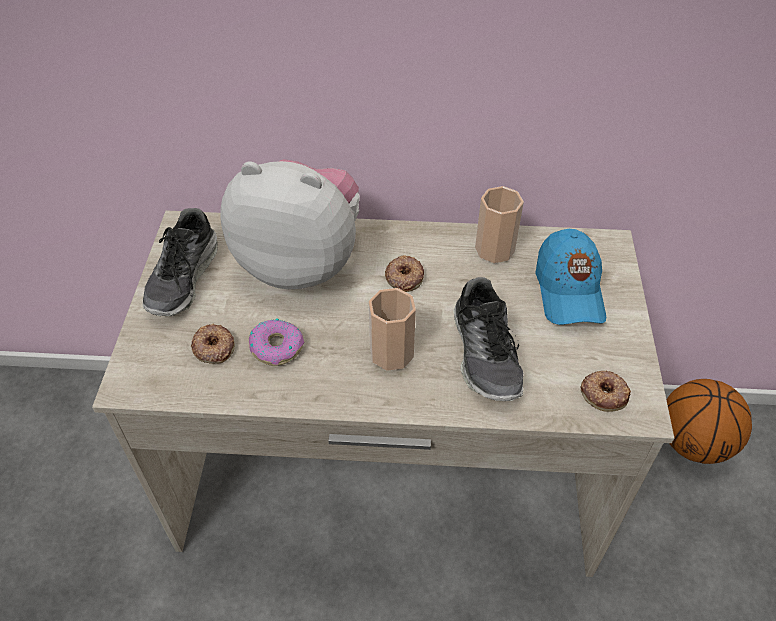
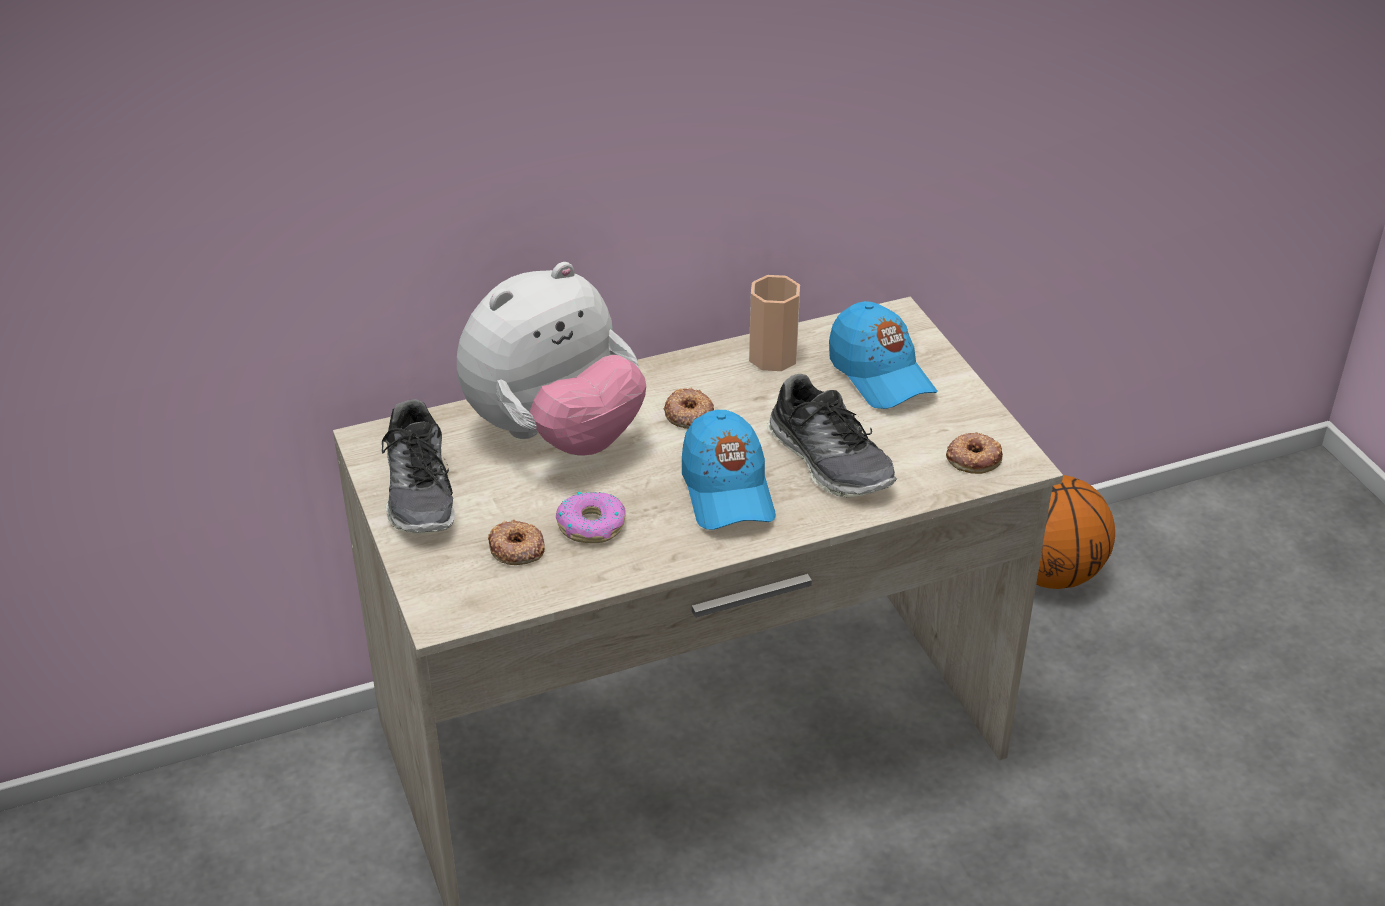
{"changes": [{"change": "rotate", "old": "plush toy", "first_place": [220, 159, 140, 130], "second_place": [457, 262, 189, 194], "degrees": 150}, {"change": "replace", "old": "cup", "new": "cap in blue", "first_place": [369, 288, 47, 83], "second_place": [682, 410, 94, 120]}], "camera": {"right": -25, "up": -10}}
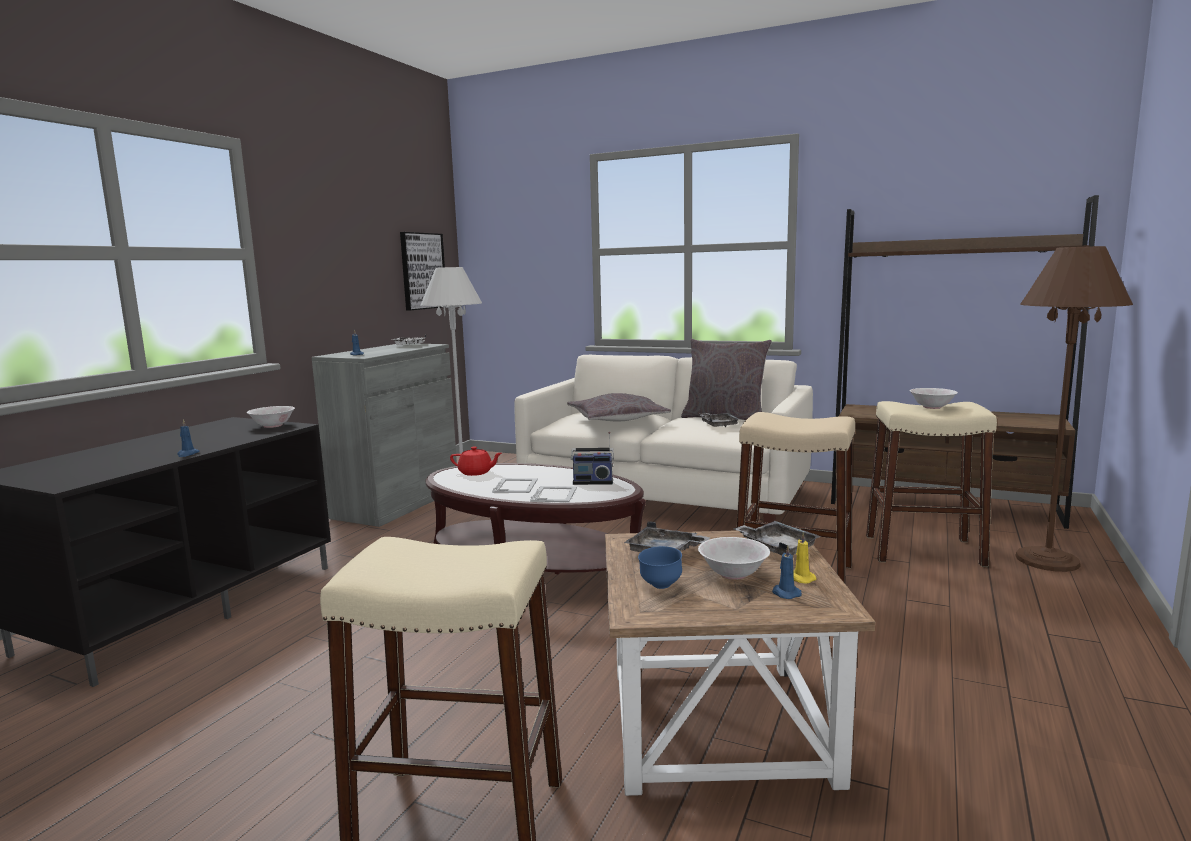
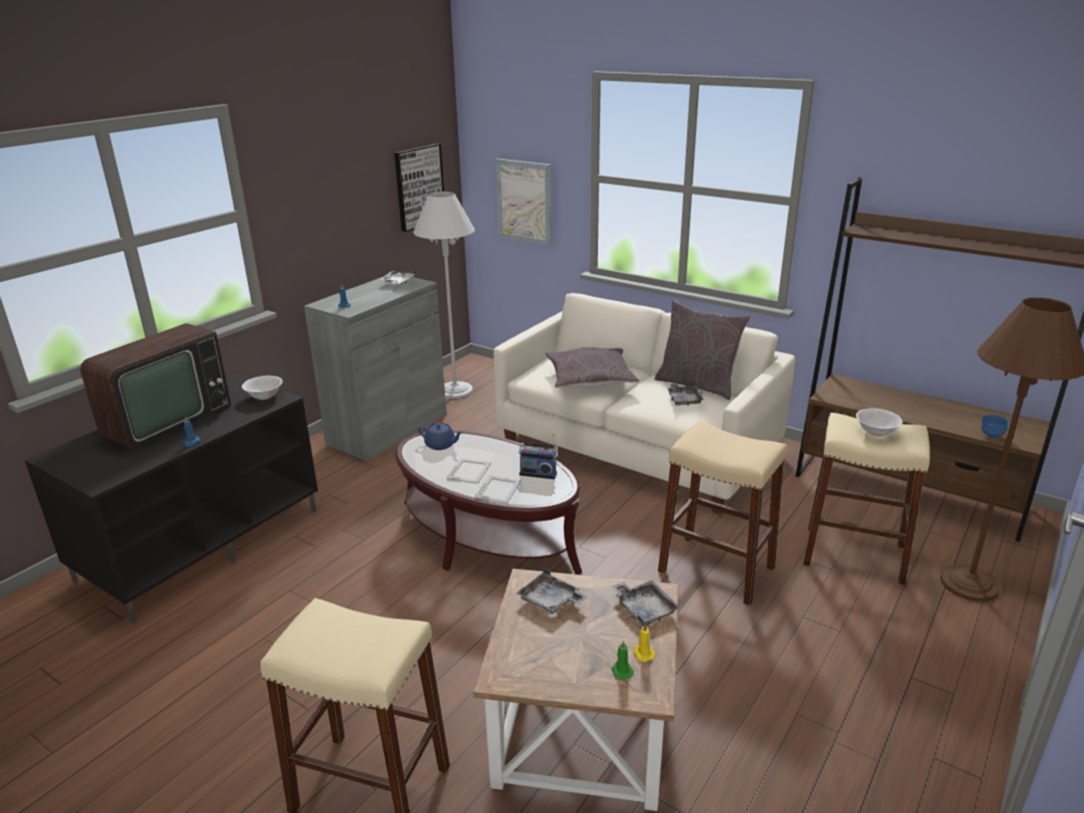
{"changes": [{"change": "recolor", "old": "teapot in red", "new": "teapot in blue", "first_place": [450, 446, 52, 30], "second_place": [418, 423, 45, 27]}, {"change": "move", "old": "bowl in blue", "first_place": [638, 546, 44, 43], "second_place": [981, 414, 28, 24]}, {"change": "delete", "old": "bowl in white", "first_place": [698, 537, 72, 43]}, {"change": "recolor", "old": "candle in blue", "new": "candle in green", "first_place": [772, 545, 30, 54], "second_place": [612, 640, 22, 40]}, {"change": "insert", "new": "television", "second_place": [80, 323, 151, 126]}, {"change": "insert", "new": "picture", "second_place": [496, 159, 56, 87]}], "camera": {"right": 10, "up": 15}}
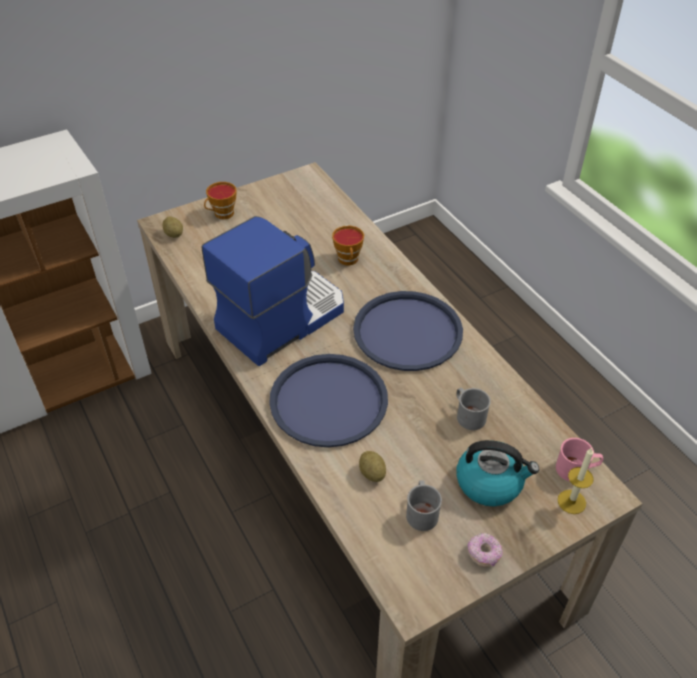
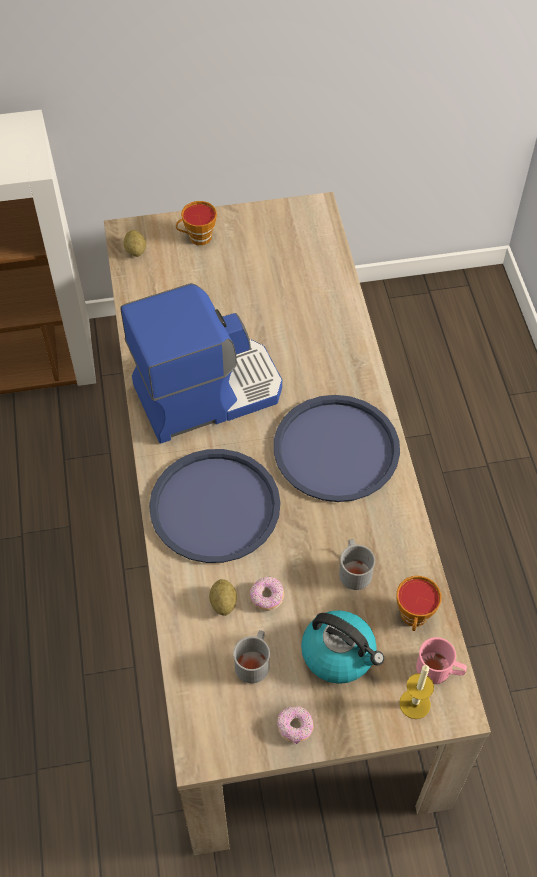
{"changes": [{"change": "move", "old": "cup", "first_place": [332, 226, 32, 39], "second_place": [396, 576, 46, 55]}, {"change": "insert", "new": "donut", "second_place": [250, 577, 34, 34]}], "camera": {"right": 20, "up": 10}}
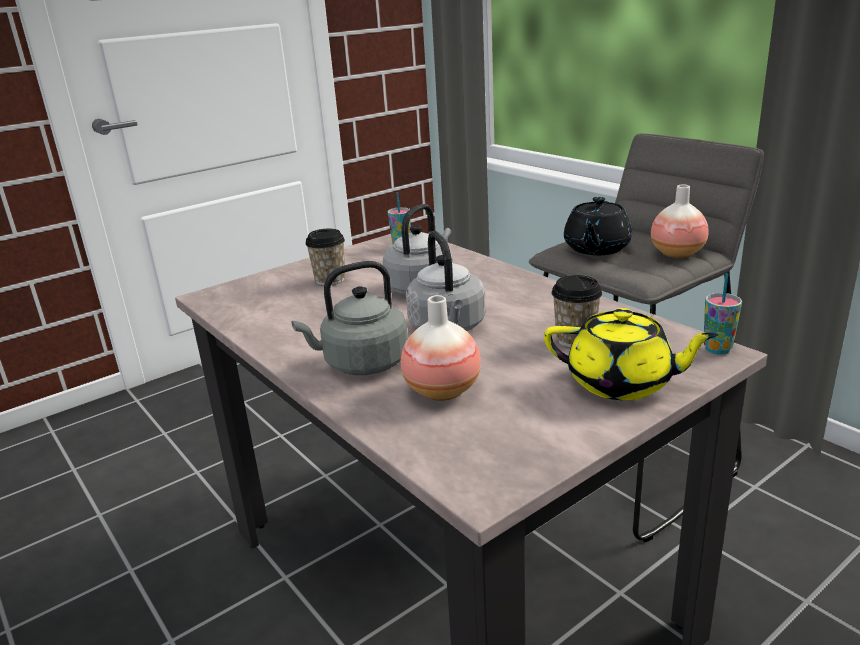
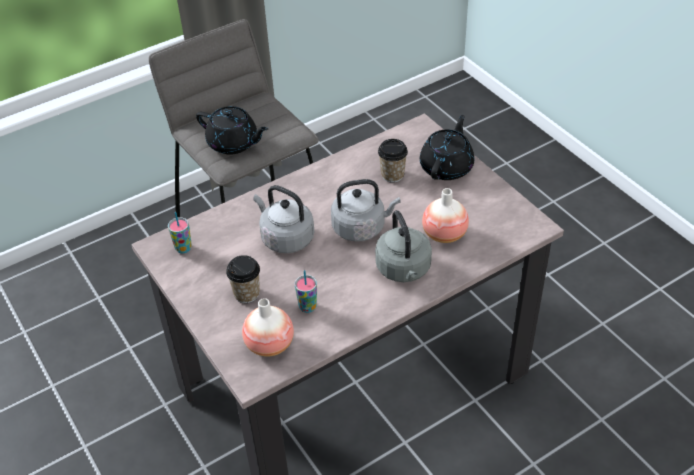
{"changes": [{"change": "recolor", "old": "teapot in yellow", "new": "teapot in black", "first_place": [544, 308, 174, 92], "second_place": [420, 115, 54, 65]}, {"change": "move", "old": "vase", "first_place": [651, 185, 58, 73], "second_place": [242, 298, 52, 59]}, {"change": "move", "old": "cup", "first_place": [704, 273, 38, 82], "second_place": [295, 270, 22, 43]}], "camera": {"right": -85, "up": 20}}
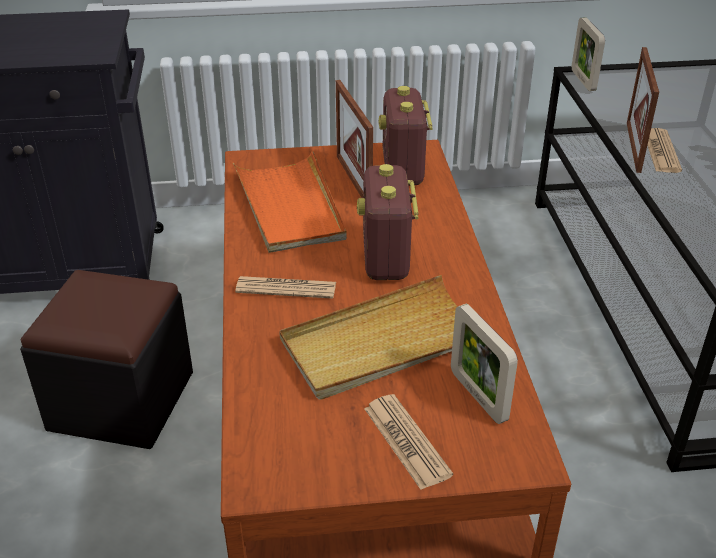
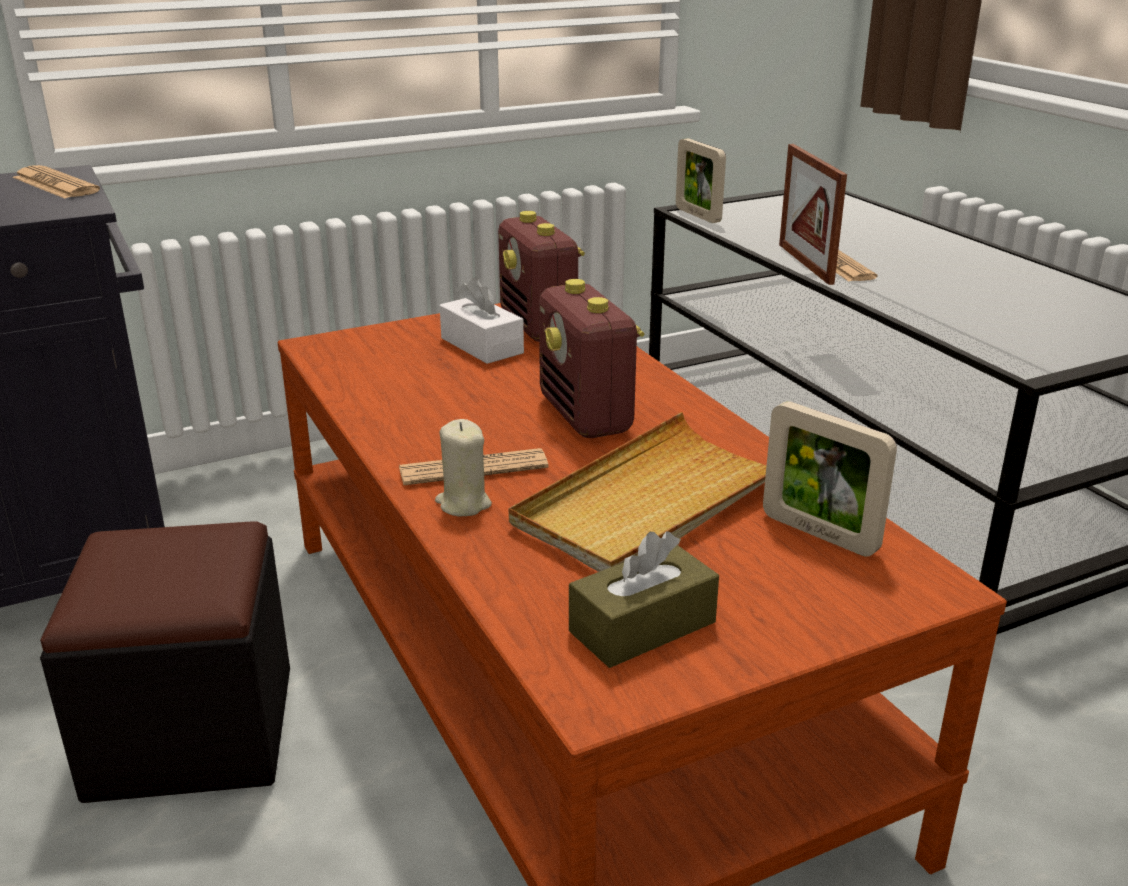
{"changes": [{"change": "delete", "old": "tray in orange", "first_place": [233, 151, 114, 102]}, {"change": "replace", "old": "picture frame", "new": "tissue box in white", "first_place": [336, 80, 37, 118], "second_place": [440, 277, 84, 87]}, {"change": "move", "old": "newspaper", "first_place": [364, 394, 89, 96], "second_place": [12, 165, 88, 34]}, {"change": "insert", "new": "candle in beige", "second_place": [435, 419, 57, 97]}, {"change": "insert", "new": "tissue box in brown", "second_place": [569, 531, 150, 137]}], "camera": {"right": -20, "up": -10}}
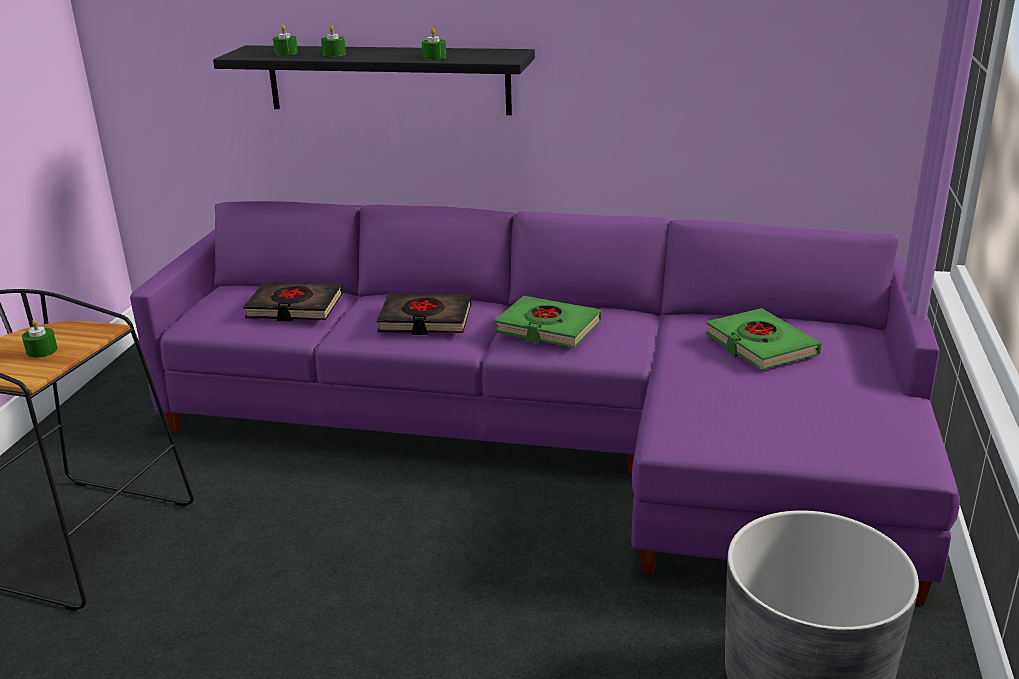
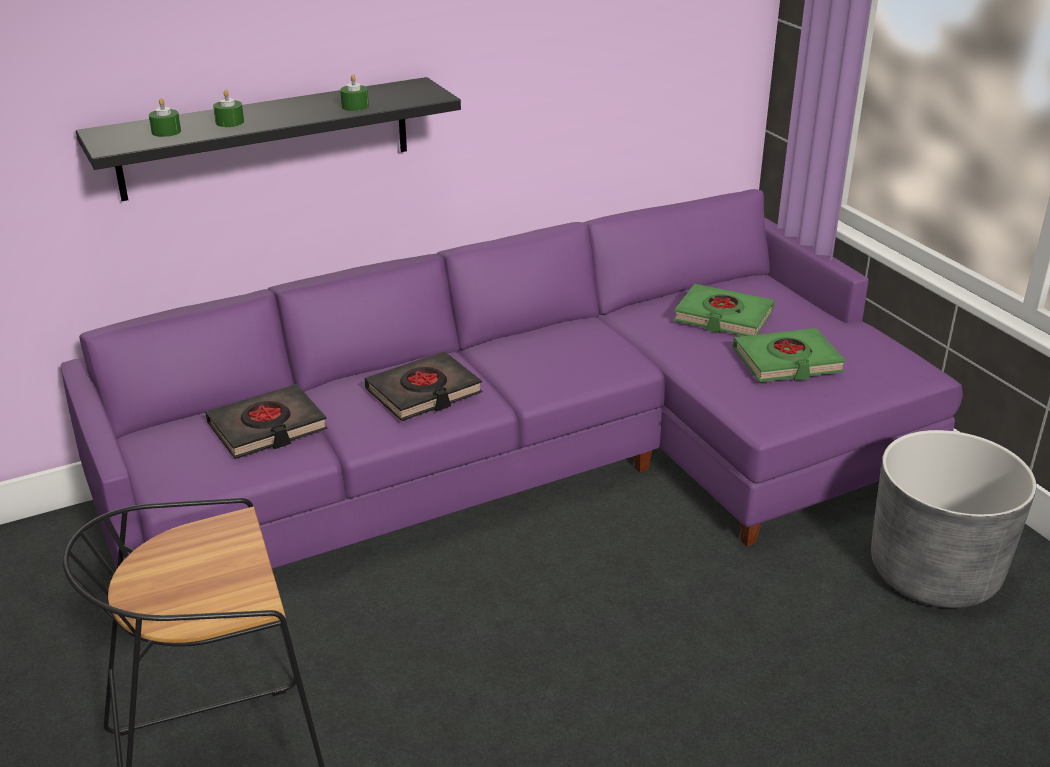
{"changes": [{"change": "delete", "old": "candle in green", "first_place": [22, 319, 36, 39]}, {"change": "move", "old": "book in green", "first_place": [494, 296, 108, 52], "second_place": [733, 328, 113, 54]}], "camera": {"right": -40, "up": 5}}
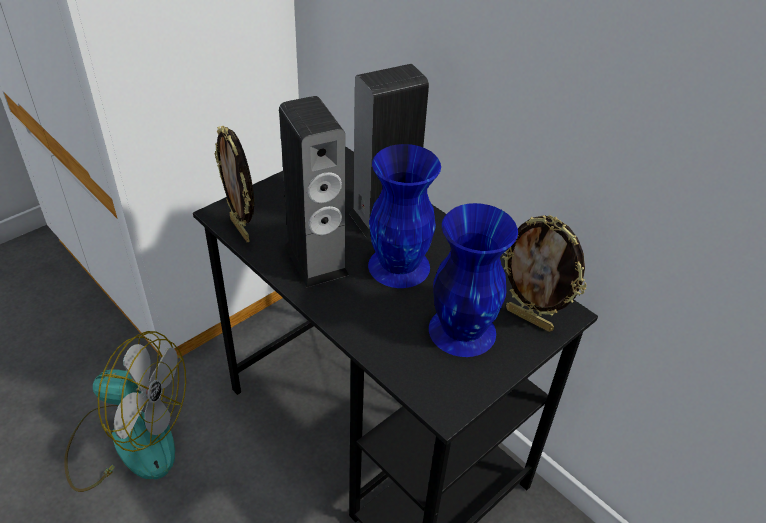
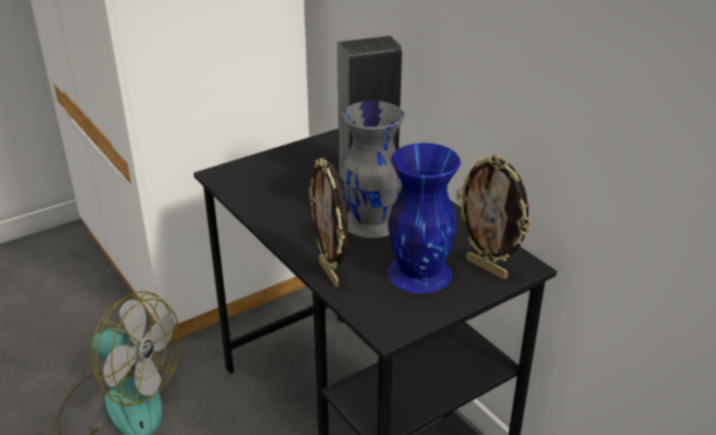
{"changes": [{"change": "move", "old": "picture frame", "first_place": [215, 126, 39, 116], "second_place": [309, 158, 39, 129]}, {"change": "delete", "old": "speaker", "first_place": [279, 96, 70, 191]}, {"change": "recolor", "old": "vase in blue", "new": "vase in grey", "first_place": [368, 144, 73, 144], "second_place": [342, 101, 63, 137]}], "camera": {"right": 10, "up": -10}}
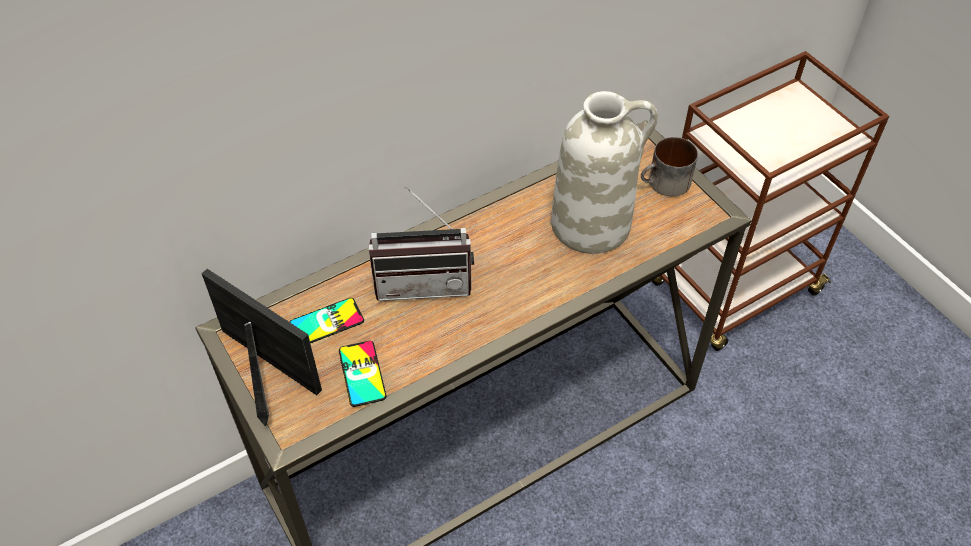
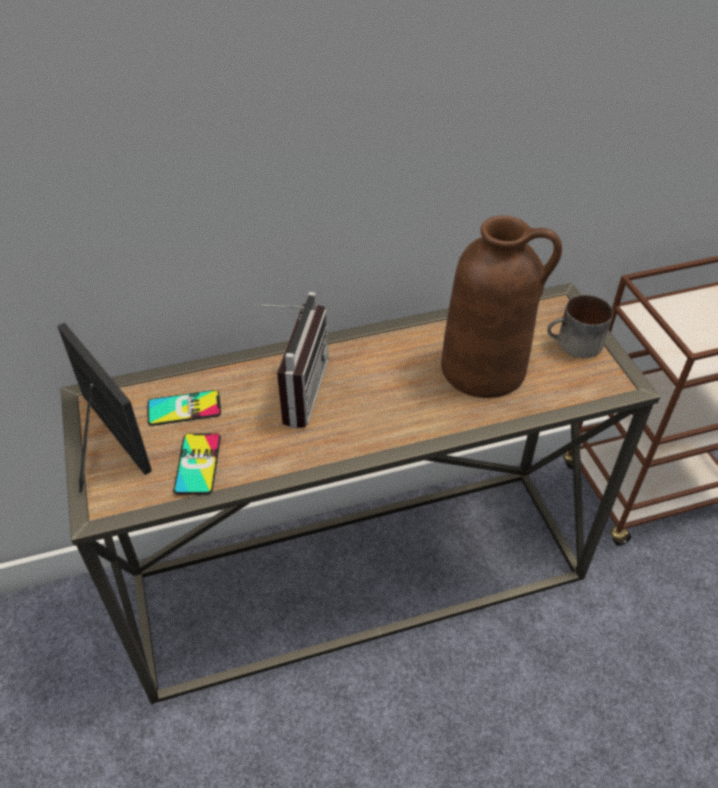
{"changes": [{"change": "rotate", "old": "radio", "first_place": [368, 186, 106, 115], "second_place": [254, 292, 74, 137], "degrees": -90}, {"change": "recolor", "old": "vase in white", "new": "vase in brown", "first_place": [551, 91, 107, 163], "second_place": [441, 215, 121, 183]}], "camera": {"right": 15, "up": -5}}
